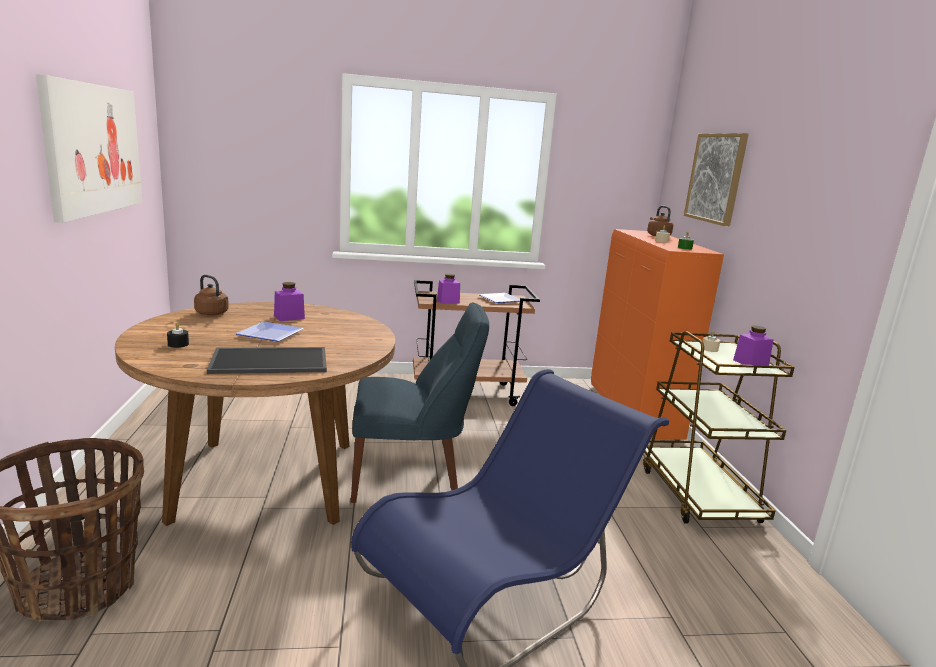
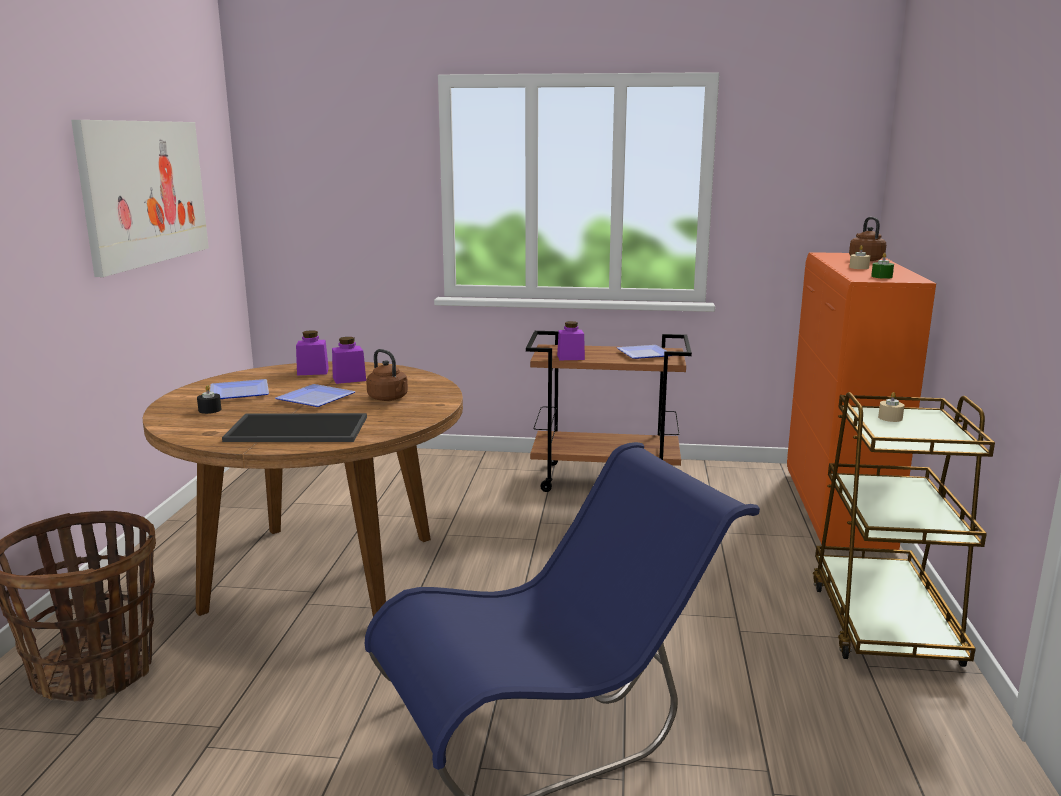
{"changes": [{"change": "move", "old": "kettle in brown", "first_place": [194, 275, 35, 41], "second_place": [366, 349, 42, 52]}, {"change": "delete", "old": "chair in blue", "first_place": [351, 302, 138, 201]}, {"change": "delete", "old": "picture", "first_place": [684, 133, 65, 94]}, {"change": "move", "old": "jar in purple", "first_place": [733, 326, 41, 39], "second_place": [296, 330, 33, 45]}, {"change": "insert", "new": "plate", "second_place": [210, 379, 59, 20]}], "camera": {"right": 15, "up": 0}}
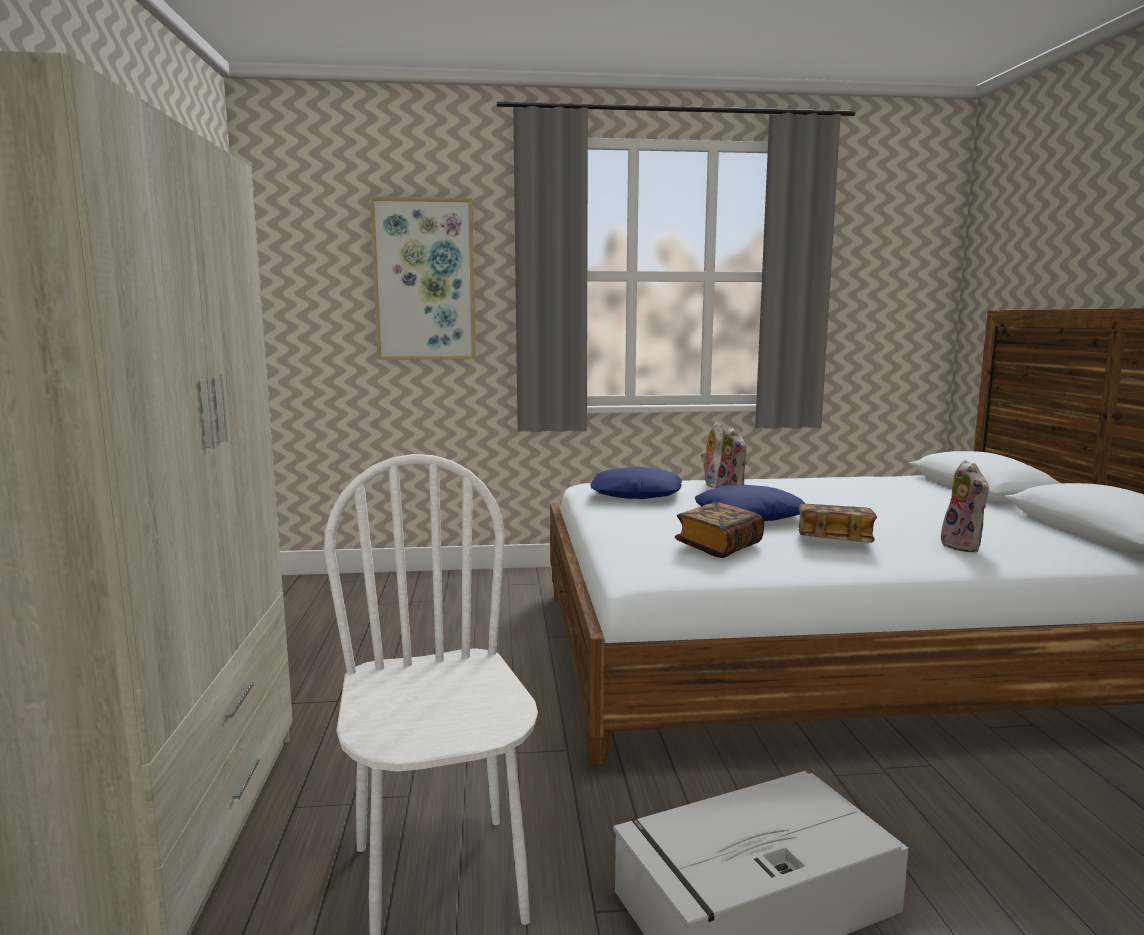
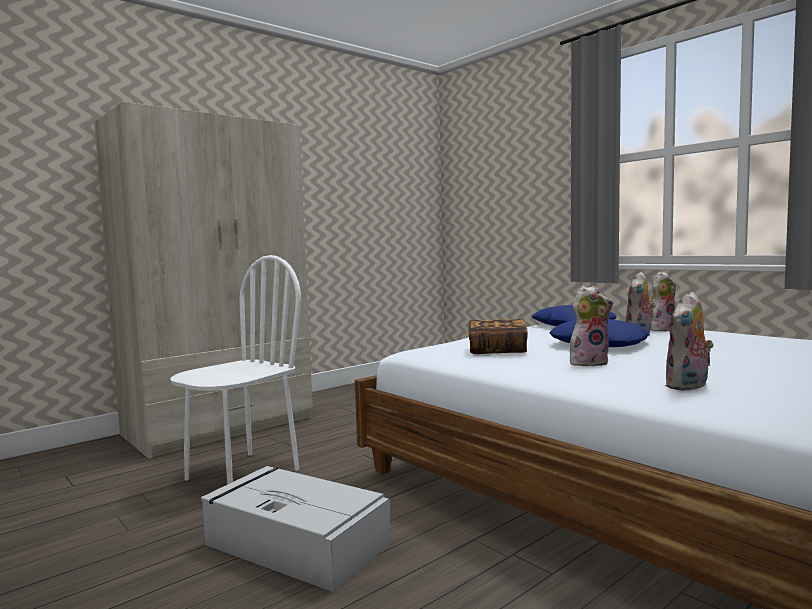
{"changes": [{"change": "delete", "old": "picture", "first_place": [370, 196, 106, 164]}, {"change": "replace", "old": "book", "new": "plush toy", "first_place": [798, 504, 79, 39], "second_place": [570, 286, 43, 80]}], "camera": {"right": 55, "up": -5}}
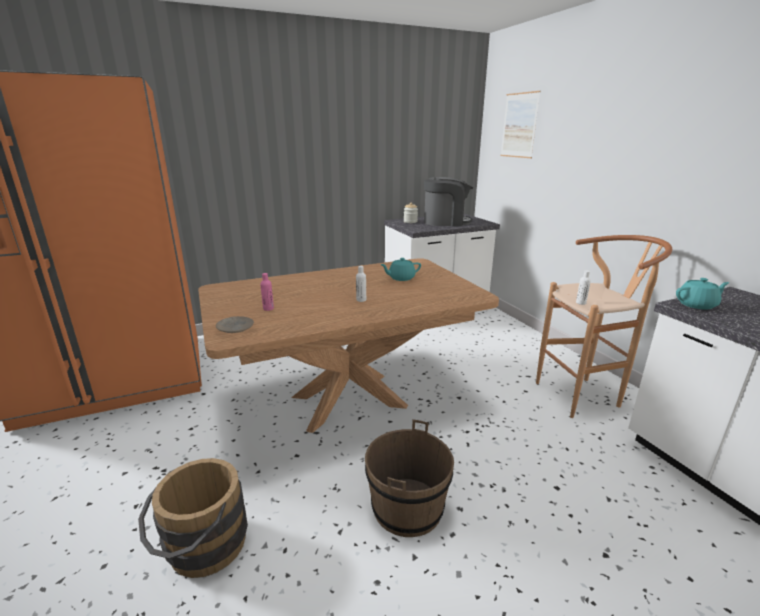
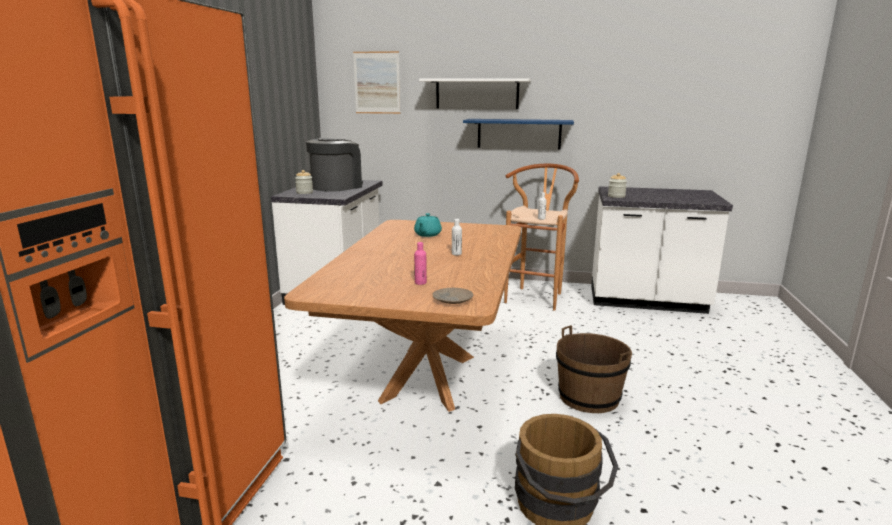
{"changes": [{"change": "replace", "old": "teapot in turquoise", "new": "jar", "first_place": [676, 278, 53, 32], "second_place": [608, 173, 19, 25]}, {"change": "insert", "new": "shelf in white", "second_place": [419, 78, 112, 31]}, {"change": "insert", "new": "shelf in blue", "second_place": [463, 119, 111, 31]}], "camera": {"right": -55, "up": -5}}
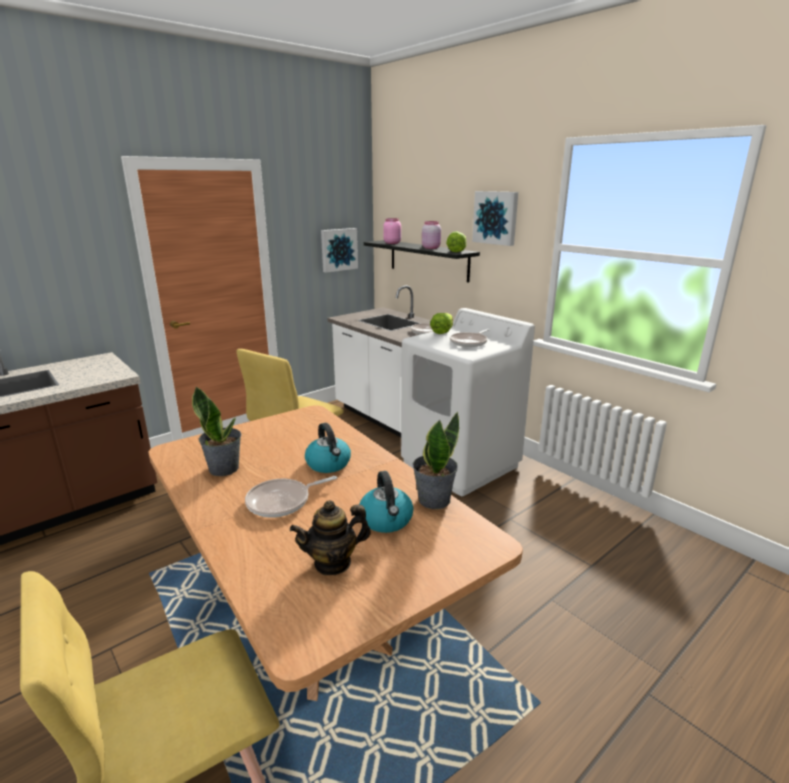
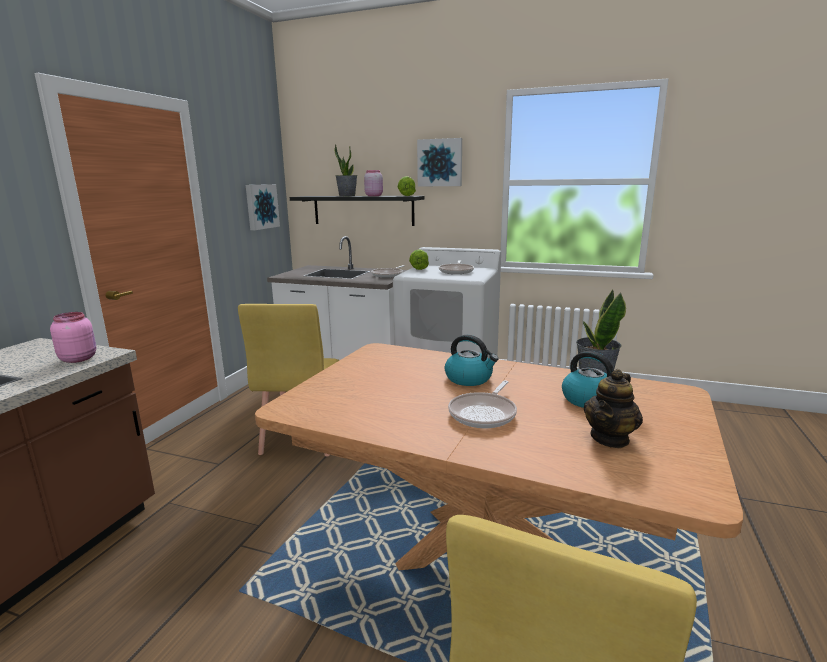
{"changes": [{"change": "move", "old": "potted plant", "first_place": [192, 387, 49, 89], "second_place": [334, 145, 23, 51]}, {"change": "move", "old": "jar in pink", "first_place": [383, 218, 18, 26], "second_place": [50, 312, 46, 51]}], "camera": {"right": -30, "up": -5}}
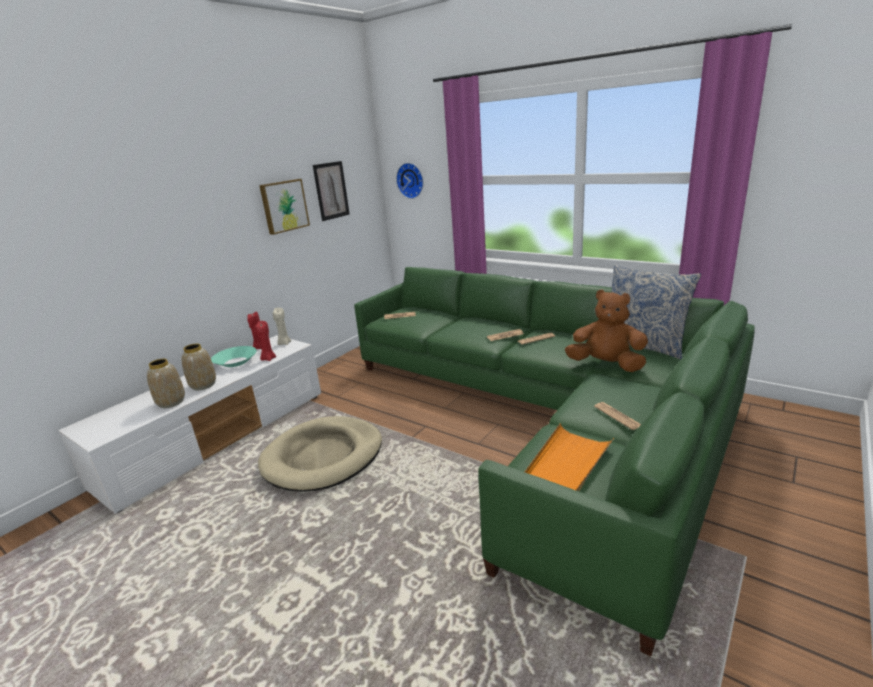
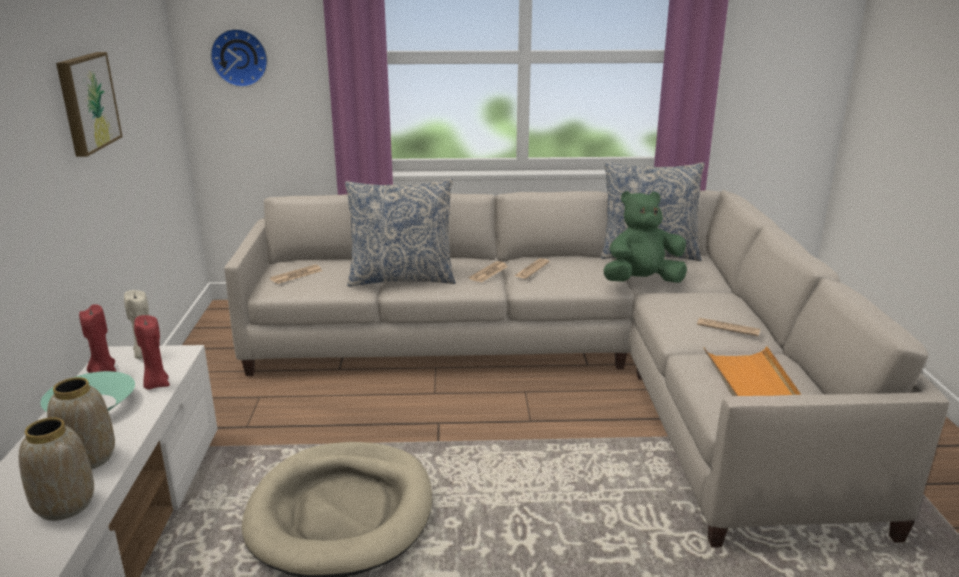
{"changes": [{"change": "delete", "old": "picture", "first_place": [313, 161, 37, 60]}, {"change": "recolor", "old": "sofa in green", "new": "sofa in beige", "first_place": [354, 267, 401, 389], "second_place": [224, 190, 726, 357]}, {"change": "recolor", "old": "plush toy in brown", "new": "plush toy in green", "first_place": [565, 289, 83, 83], "second_place": [604, 191, 83, 92]}, {"change": "insert", "new": "pillow", "second_place": [345, 178, 110, 109]}], "camera": {"right": -40, "up": 0}}
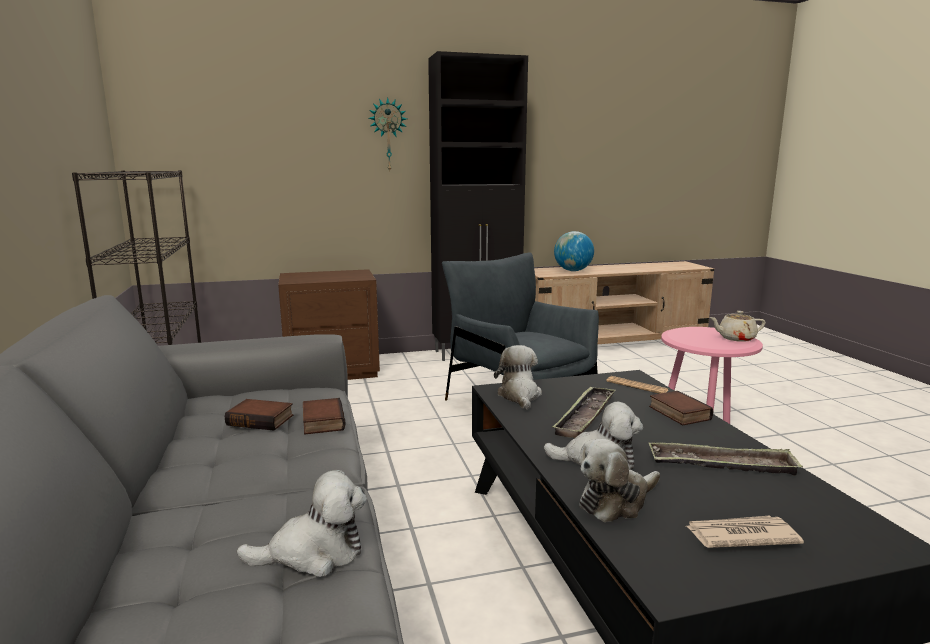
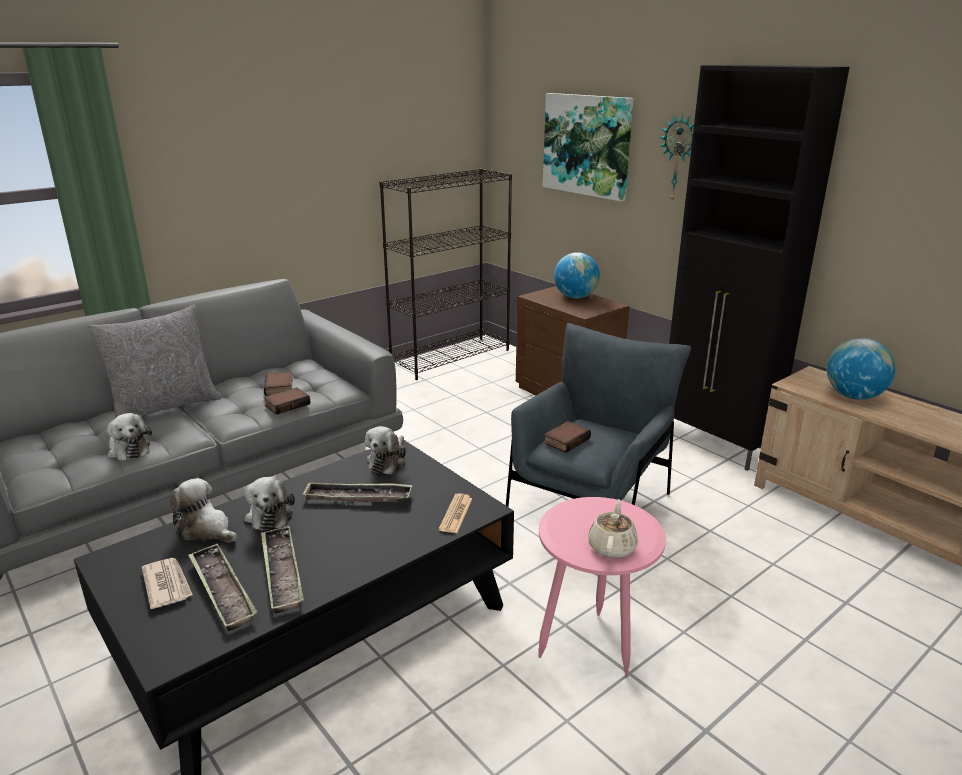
{"changes": [{"change": "rotate", "old": "plush toy", "first_place": [494, 345, 48, 65], "second_place": [365, 426, 41, 49], "degrees": 135}, {"change": "move", "old": "book", "first_place": [649, 391, 65, 34], "second_place": [544, 421, 47, 32]}, {"change": "rotate", "old": "teapot in beige", "first_place": [709, 311, 57, 31], "second_place": [588, 499, 50, 59], "degrees": 45}, {"change": "insert", "new": "pillow in grey", "second_place": [88, 305, 133, 113]}, {"change": "insert", "new": "tray", "second_place": [188, 544, 70, 88]}, {"change": "insert", "new": "picture", "second_place": [543, 93, 91, 109]}, {"change": "insert", "new": "globe", "second_place": [554, 252, 46, 47]}], "camera": {"right": 65, "up": 10}}
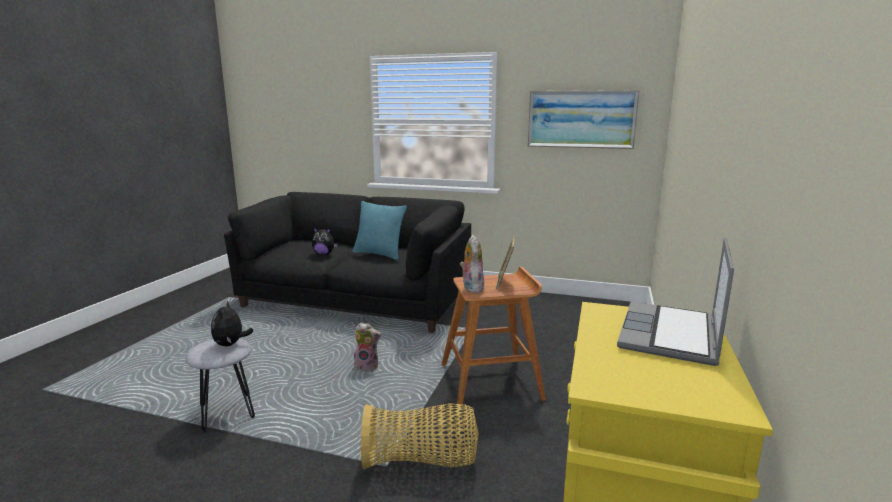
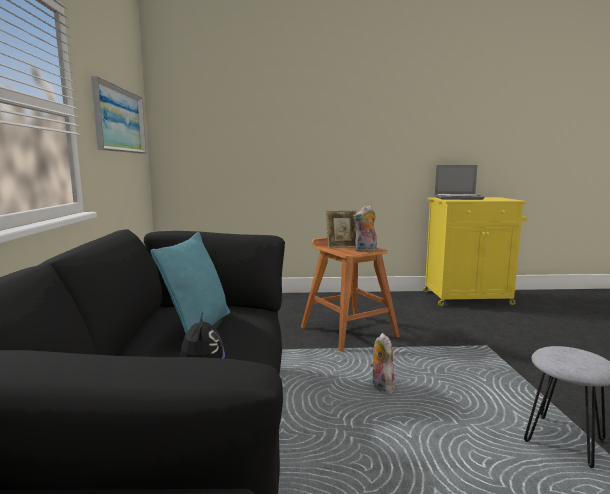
{"changes": [{"change": "delete", "old": "plush toy", "first_place": [211, 301, 43, 45]}, {"change": "delete", "old": "basket", "first_place": [361, 403, 118, 66]}], "camera": {"right": -110, "up": -5}}
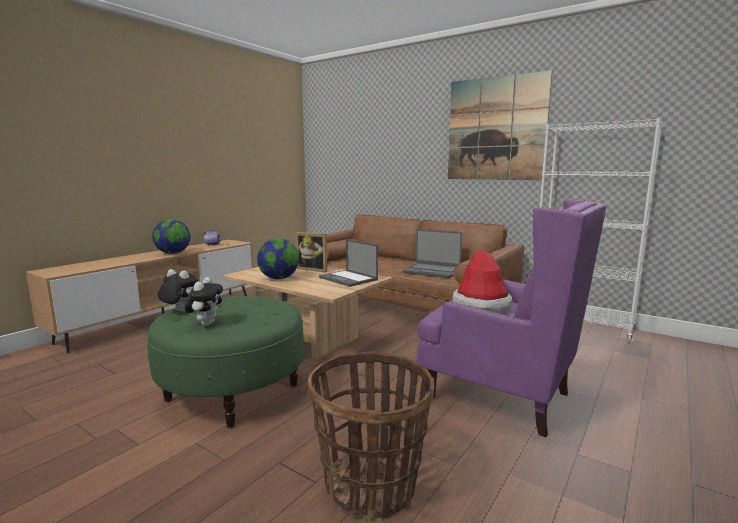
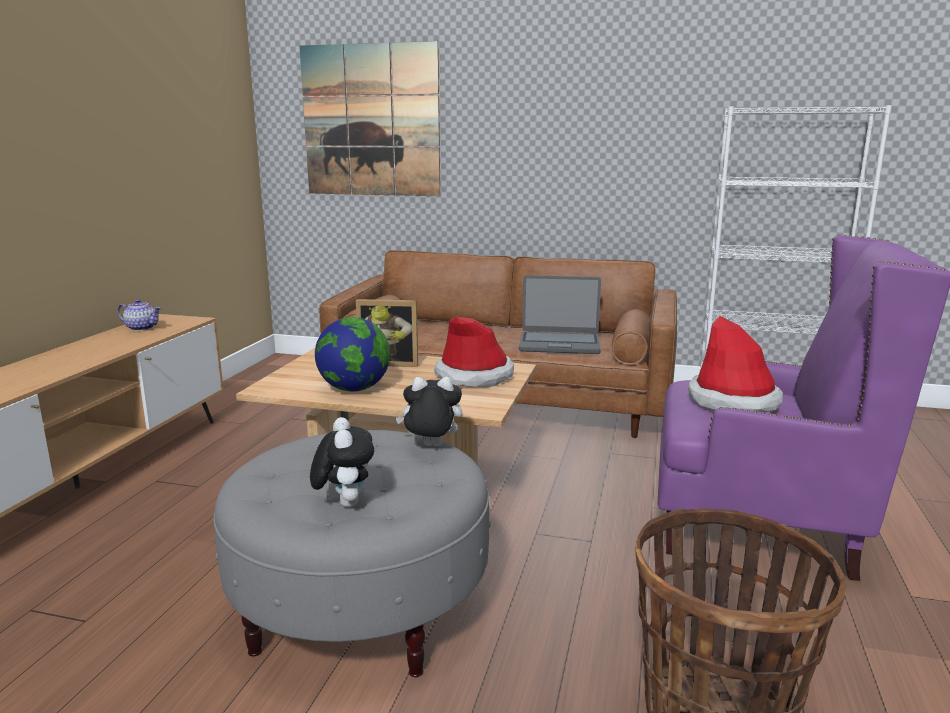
{"changes": [{"change": "recolor", "old": "ottoman in green", "new": "ottoman in grey", "first_place": [147, 296, 157, 132], "second_place": [213, 430, 278, 247]}, {"change": "delete", "old": "globe", "first_place": [152, 219, 38, 35]}, {"change": "move", "old": "plush toy", "first_place": [157, 269, 41, 43], "second_place": [395, 377, 68, 69]}, {"change": "replace", "old": "laptop", "new": "hat", "first_place": [319, 239, 59, 48], "second_place": [434, 317, 80, 70]}, {"change": "move", "old": "picture", "first_place": [448, 70, 104, 110], "second_place": [299, 41, 141, 155]}], "camera": {"right": -20, "up": 5}}
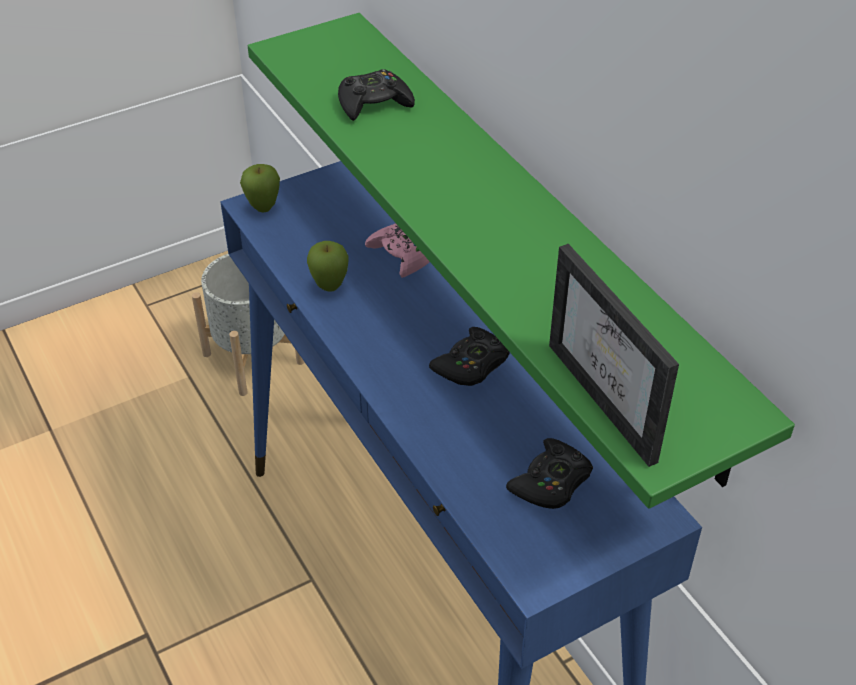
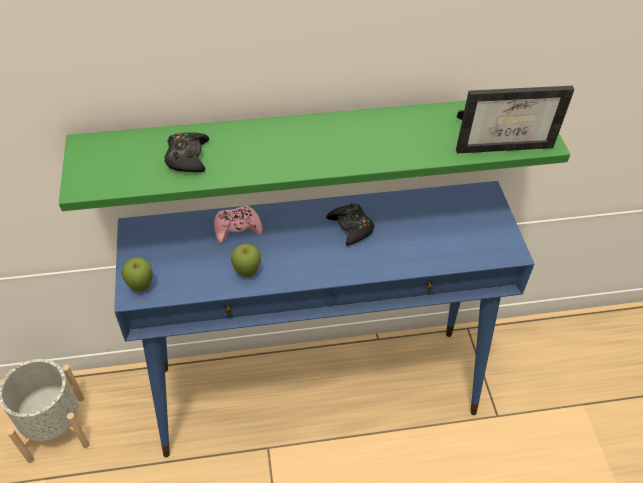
{"changes": [{"change": "delete", "old": "game controller in black", "first_place": [506, 438, 87, 71]}], "camera": {"right": -70, "up": 5}}
